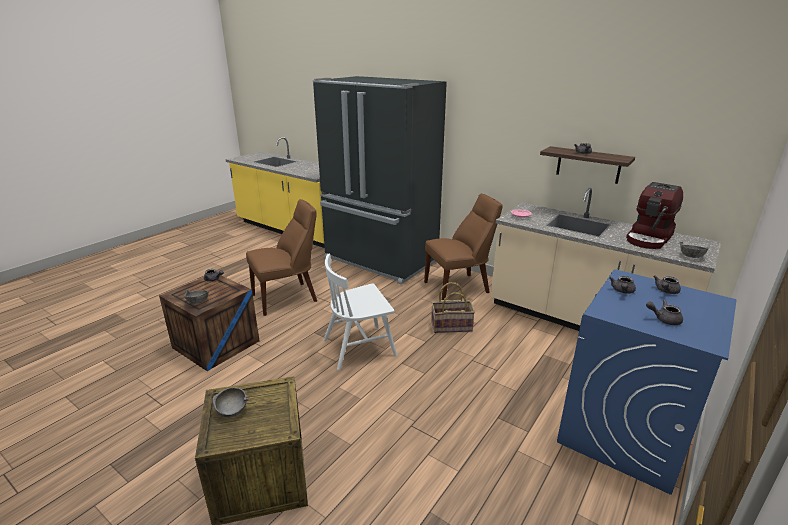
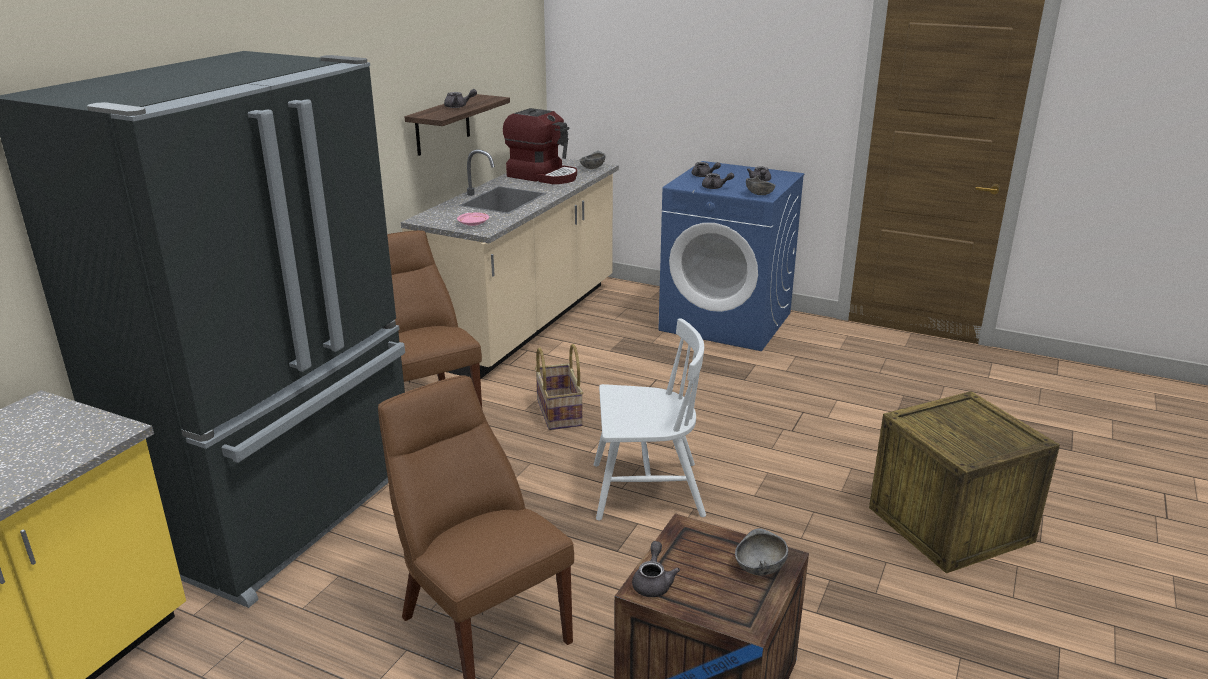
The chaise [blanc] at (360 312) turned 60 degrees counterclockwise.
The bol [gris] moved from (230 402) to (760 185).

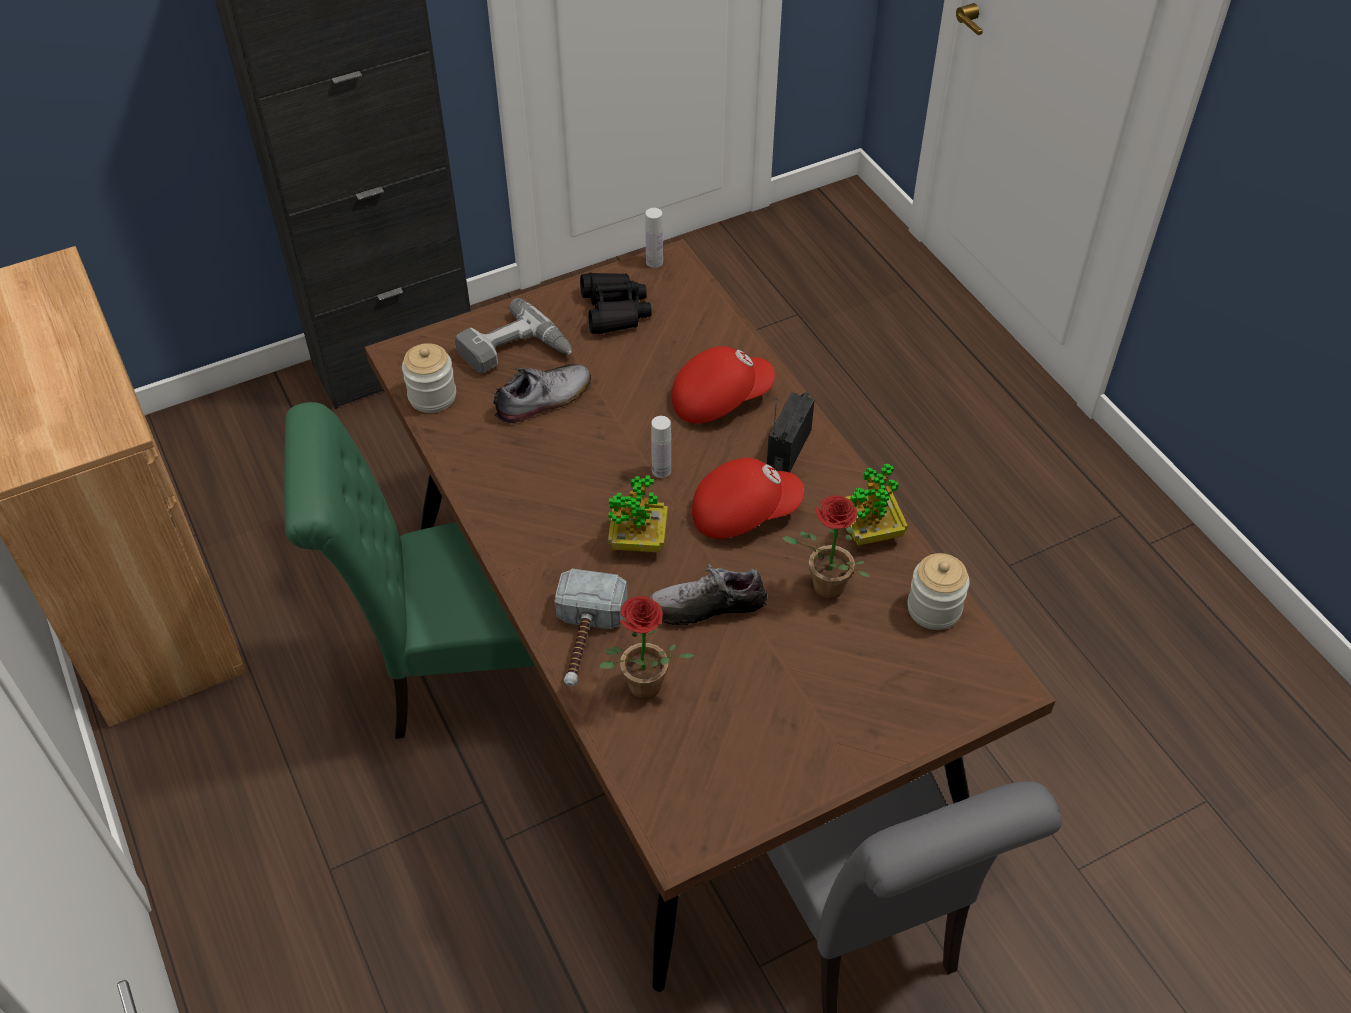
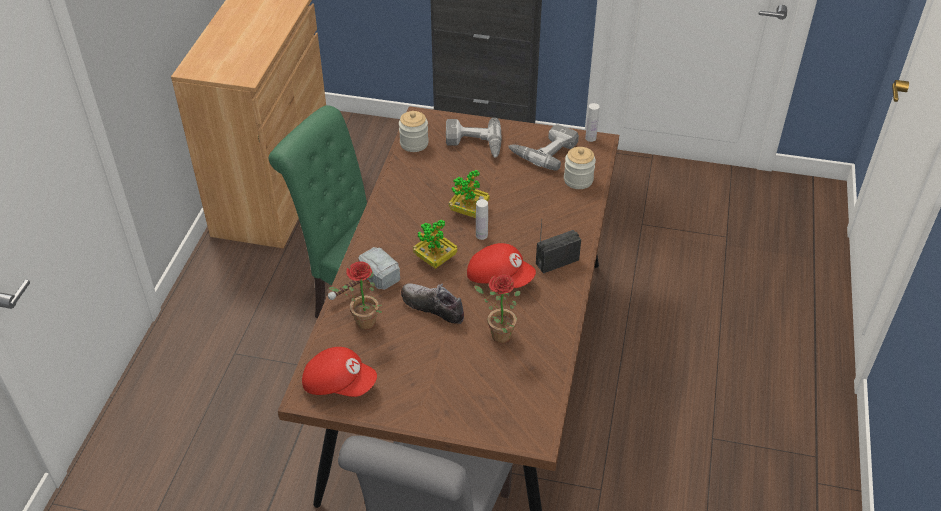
The jumelles [noir] at (616 303) was replaced by the perceuse at (543 147).
The casquette [rouge] moved from (723 385) to (339 372).
The chaussure at (542 394) disappeared.
The plante en pot moved from (876 505) to (469 194).
The bocal moved from (938 591) to (580 168).

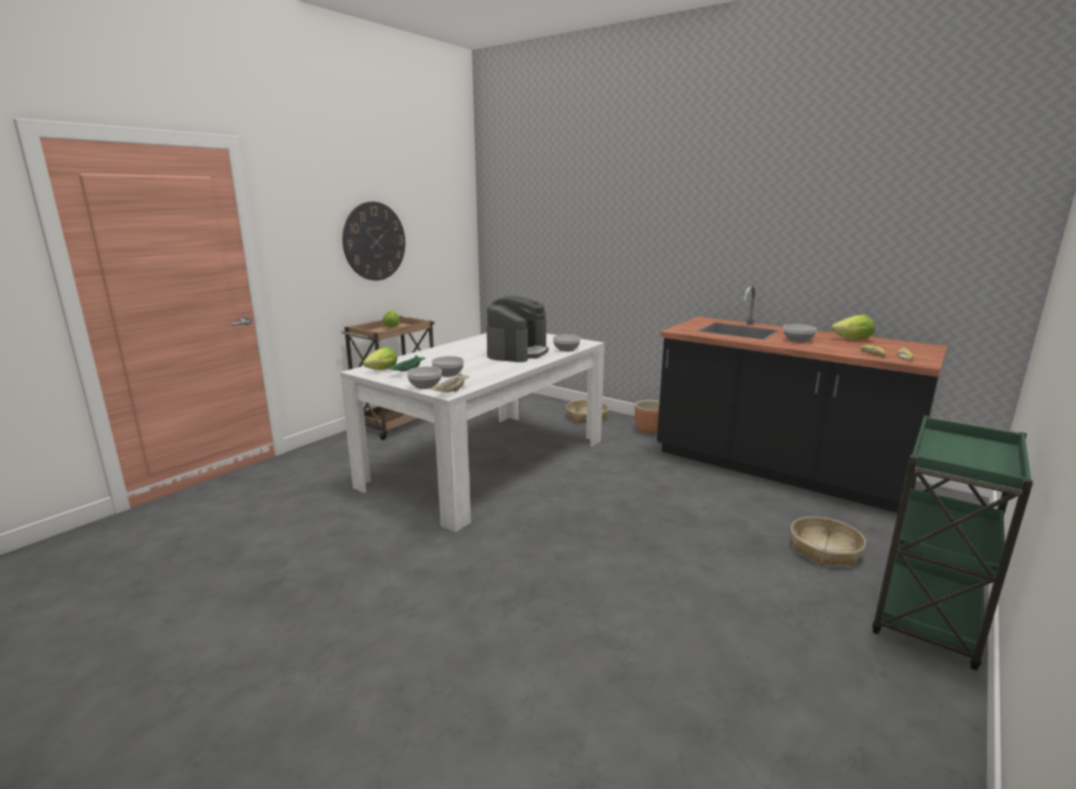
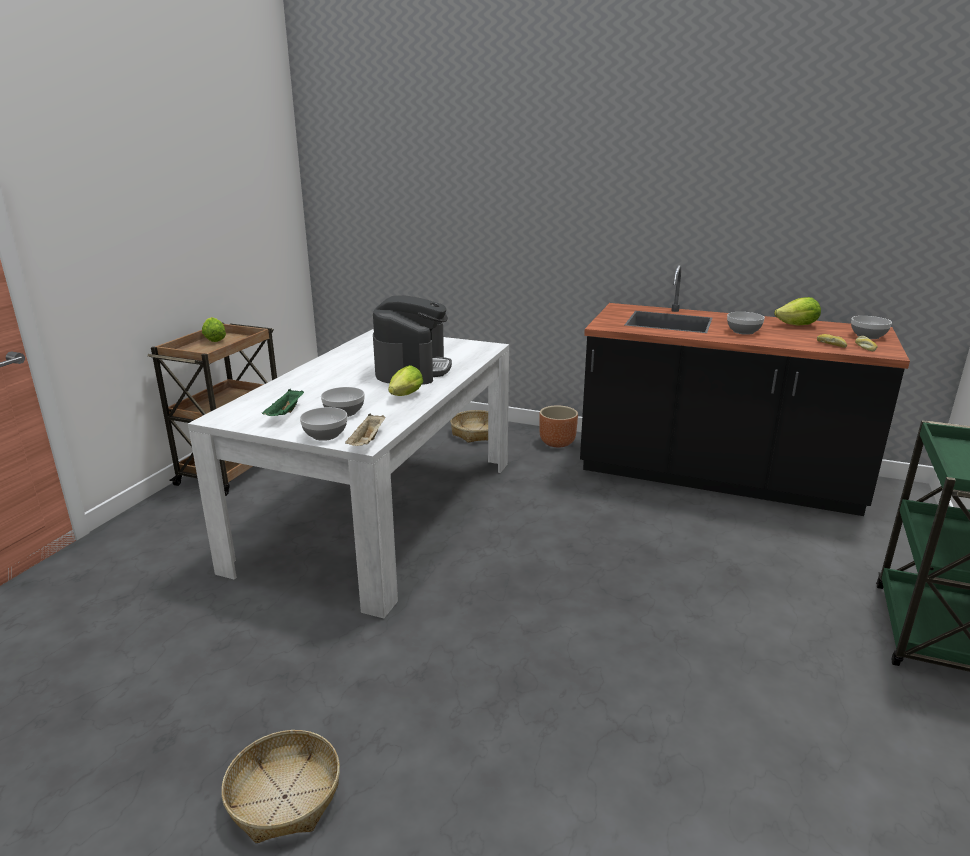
The horloge murale at (373 241) disappeared.
The bol moved from (567 343) to (871 327).
The laitue moved from (380 358) to (405 380).
The panier moved from (828 541) to (280 786).

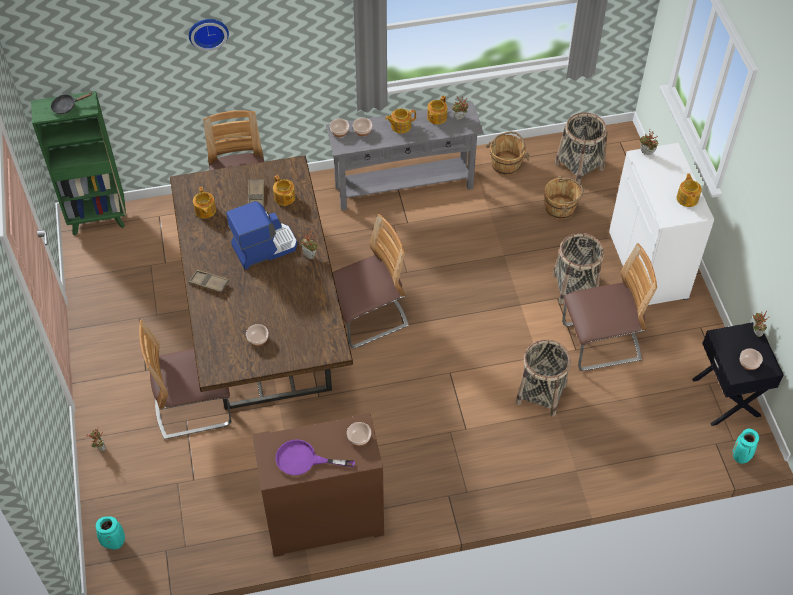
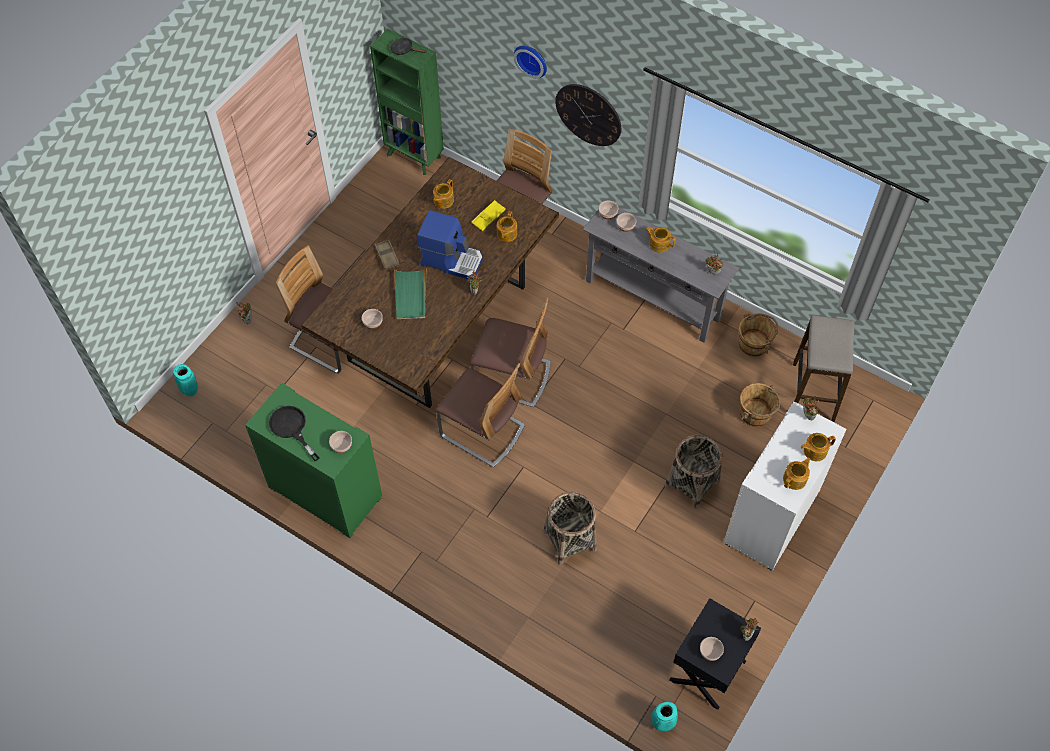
The théière moved from (437 110) to (818 447).
The panier at (581 147) was replaced by the tabouret at (824 368).
The plateau [marron] at (256 193) became the plateau [jaune] at (488 215).
The chaise moved from (609 307) to (480 415).
The meuble de rangement [marron] at (318 485) became the meuble de rangement [vert] at (313 460).
The poêle [violet] at (315 457) became the poêle [noir] at (294 433).
The horloge murale at (588 115) appeared.
The plateau [vert] at (410 293) appeared.

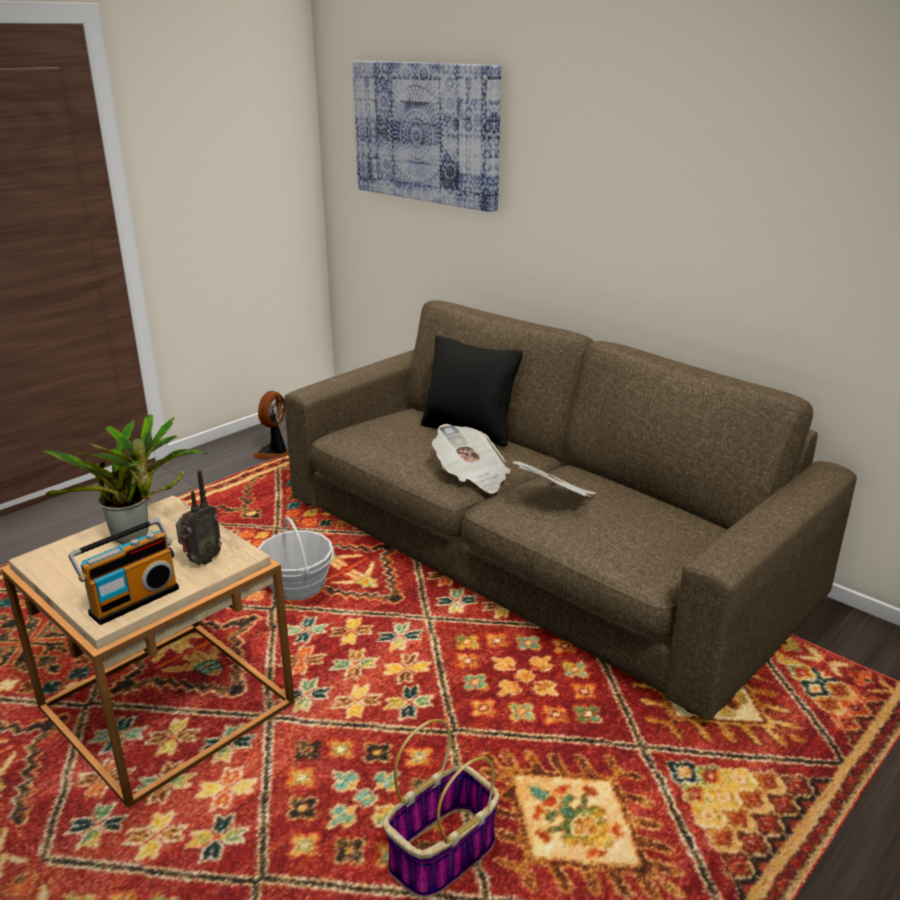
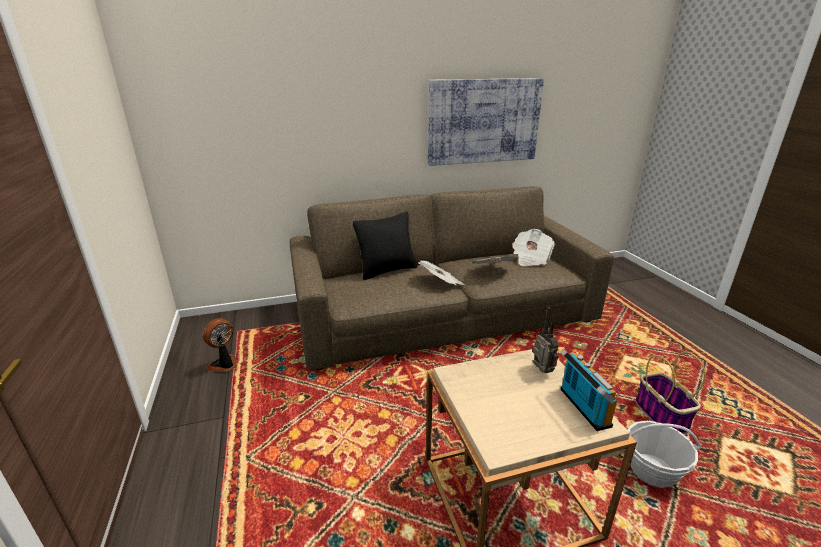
The tableau moved from (426 136) to (486 122).
The ventilateur at (271 425) turned 75 degrees clockwise.
The plante en pot at (124 479) disappeared.
The panier moved from (296 558) to (665 454).
The journal at (533 247) appeared.

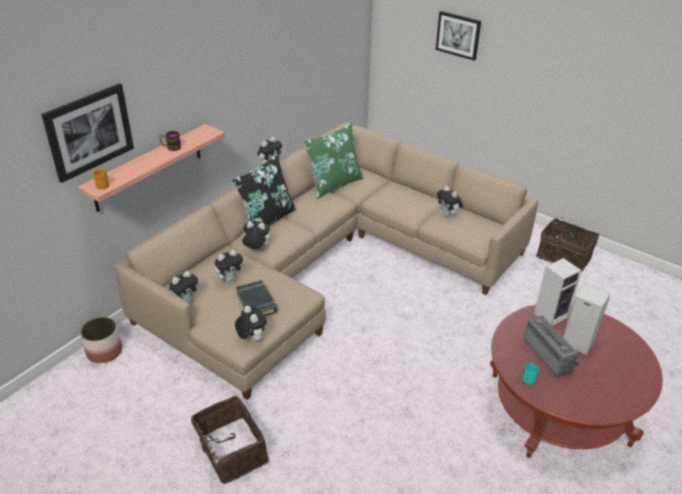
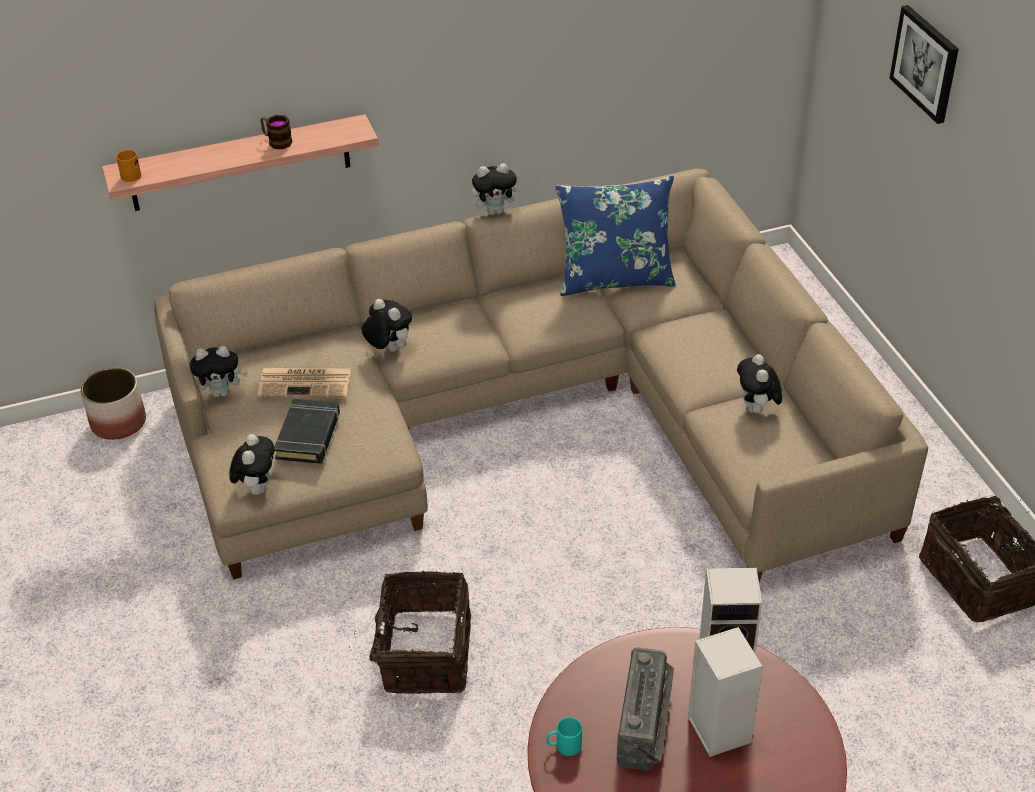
The tableau at (87 133) disappeared.
The coussin [vert] at (333 161) became the coussin [bleu] at (615 236).
The coussin [noir] at (264 189) disappeared.
The peluche at (230 266) was replaced by the journal at (304 382).
The panier moved from (230 439) to (410 632).

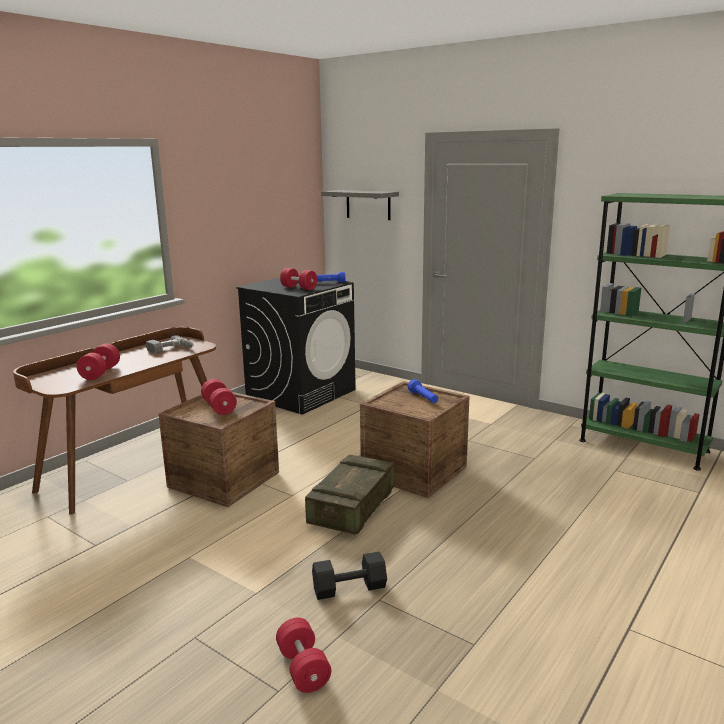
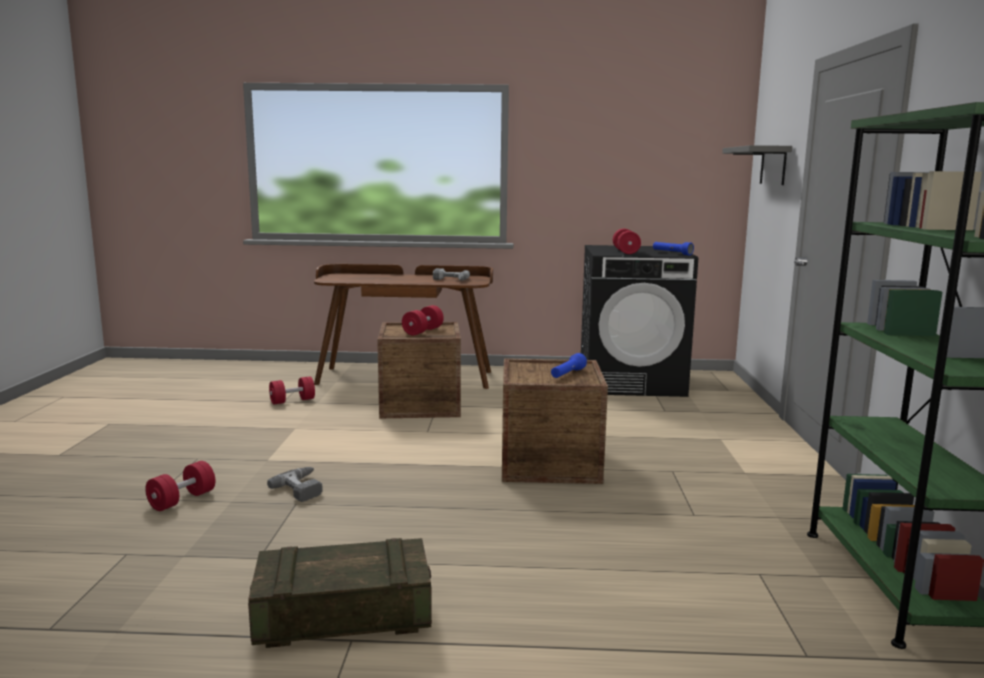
The haltère [rouge] moved from (98 361) to (292 390).
The caisse moved from (349 494) to (340 593).
The haltère [noir] at (349 575) was replaced by the perceuse at (295 484).

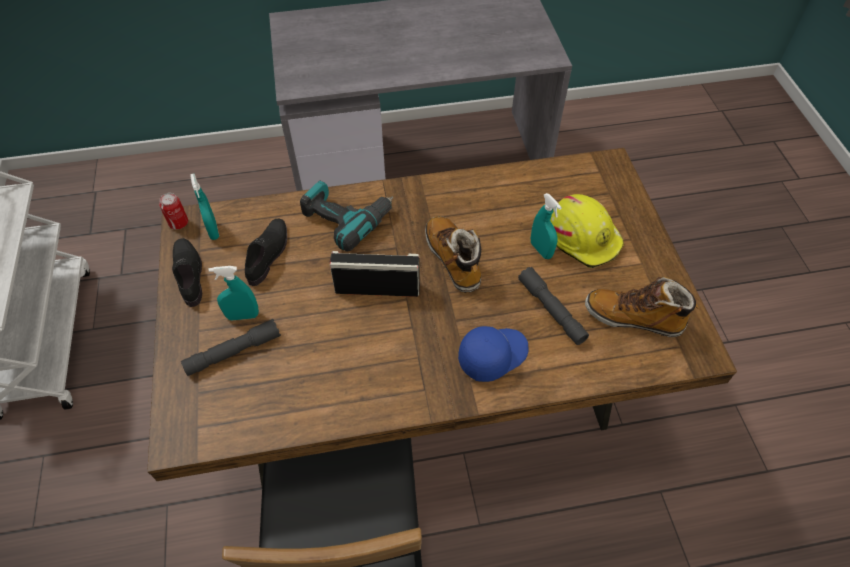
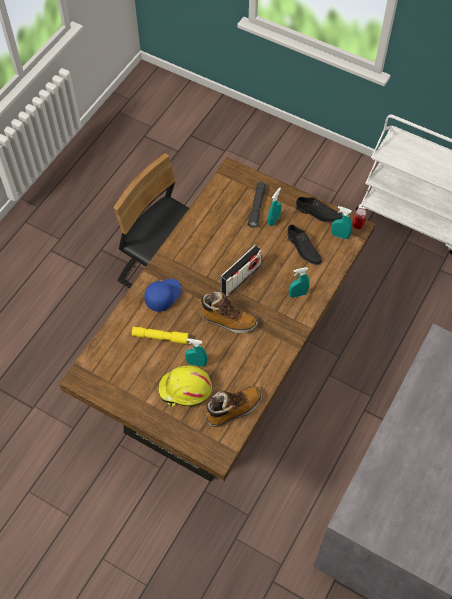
The perceuse at (346 216) was replaced by the vaporisateur [turquoise] at (299 282).
The lampe de poche [gris] at (553 306) became the lampe de poche [jaune] at (160 335).
The botte moved from (642 306) to (234 406).
The casquette [bleu] at (493 354) turned 150 degrees counterclockwise.

